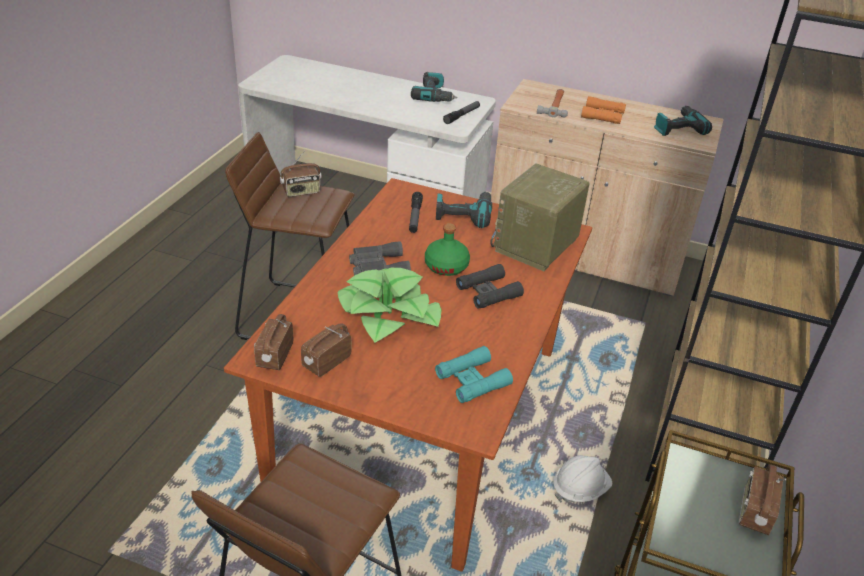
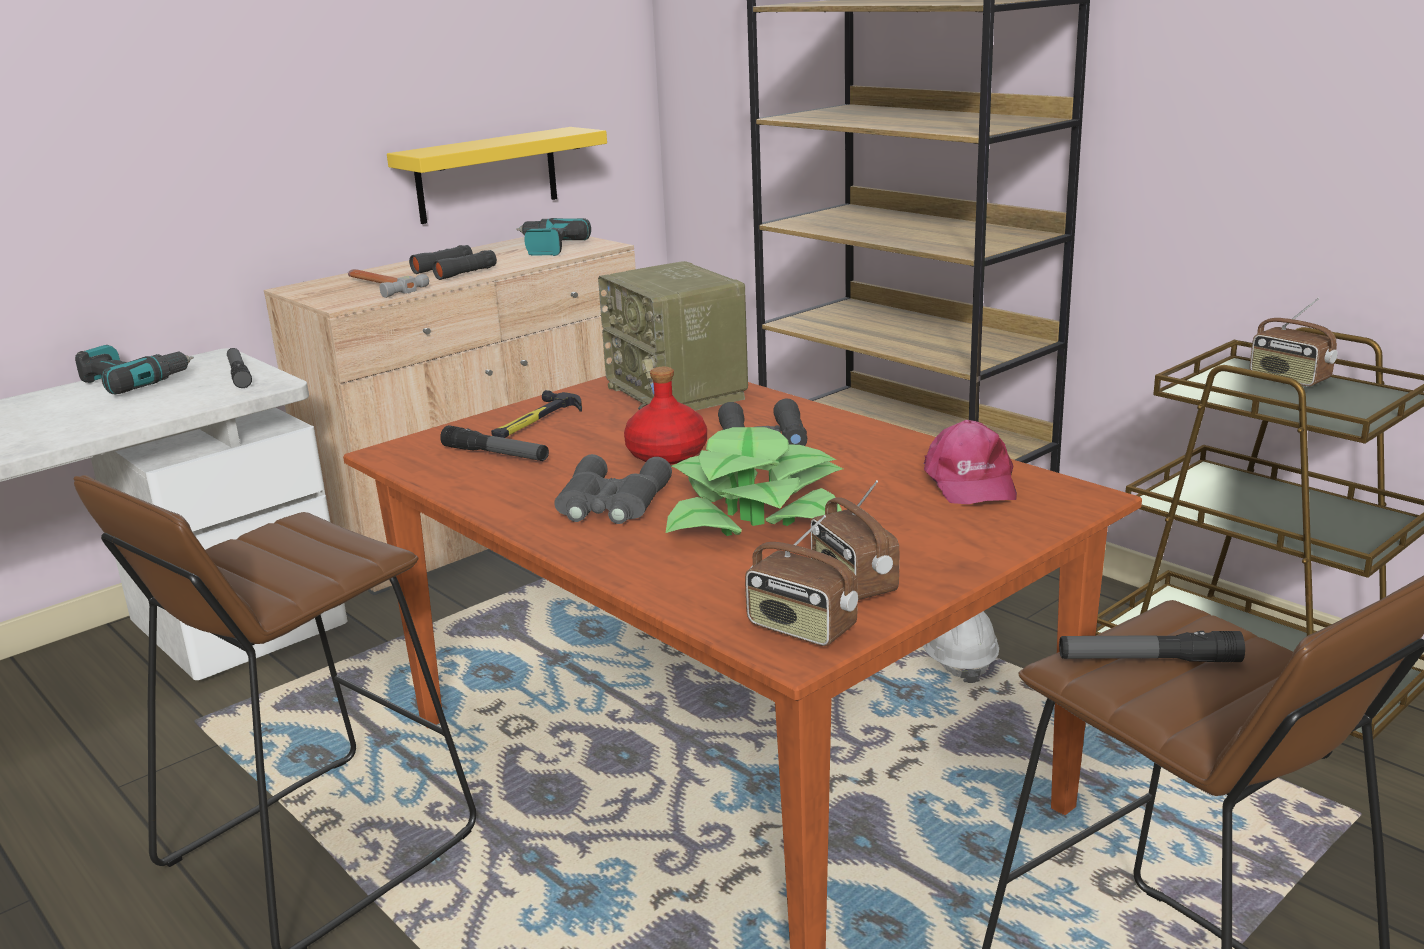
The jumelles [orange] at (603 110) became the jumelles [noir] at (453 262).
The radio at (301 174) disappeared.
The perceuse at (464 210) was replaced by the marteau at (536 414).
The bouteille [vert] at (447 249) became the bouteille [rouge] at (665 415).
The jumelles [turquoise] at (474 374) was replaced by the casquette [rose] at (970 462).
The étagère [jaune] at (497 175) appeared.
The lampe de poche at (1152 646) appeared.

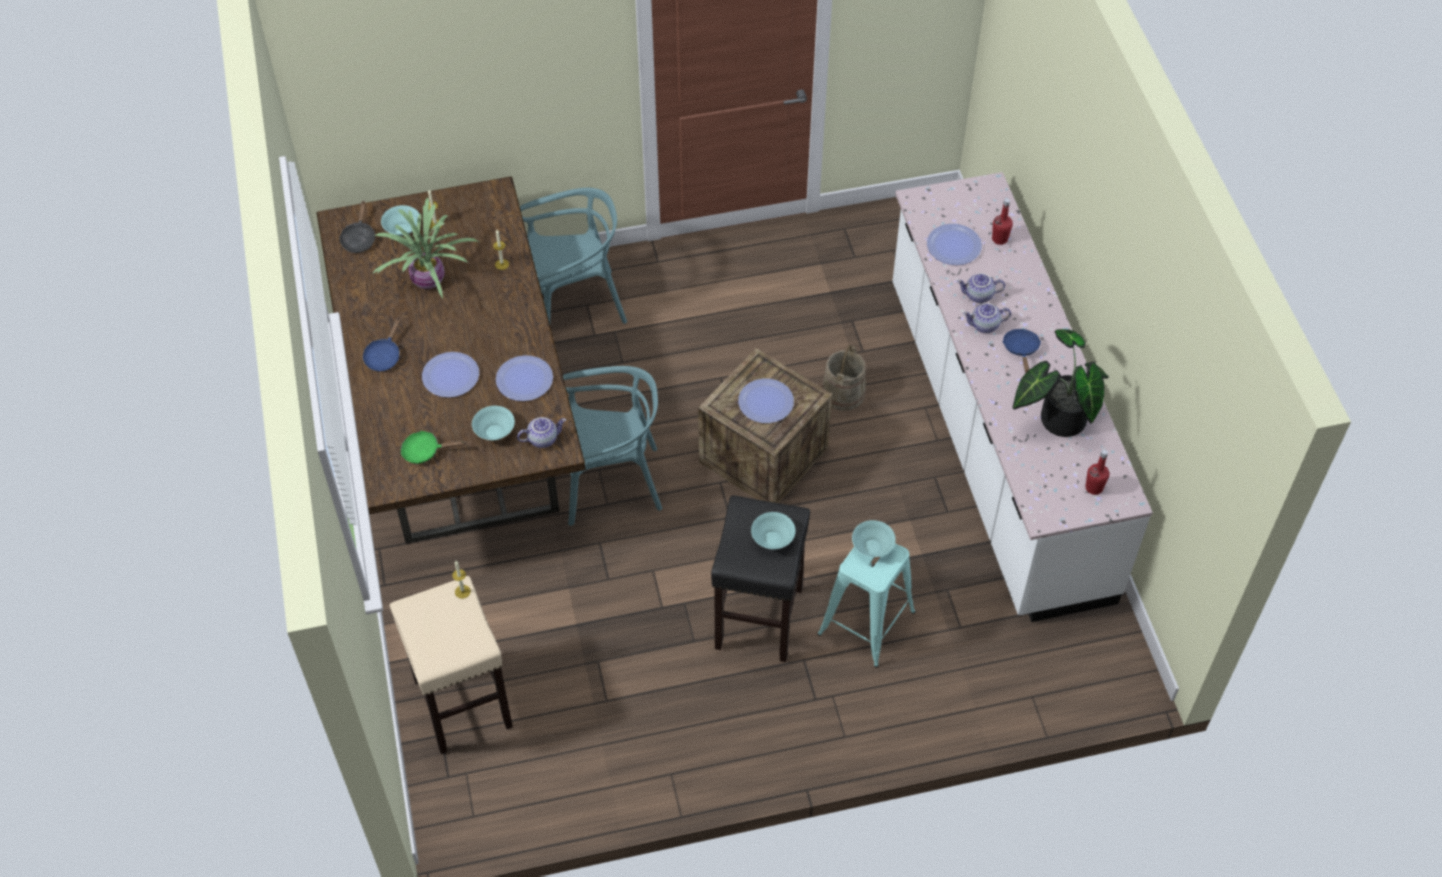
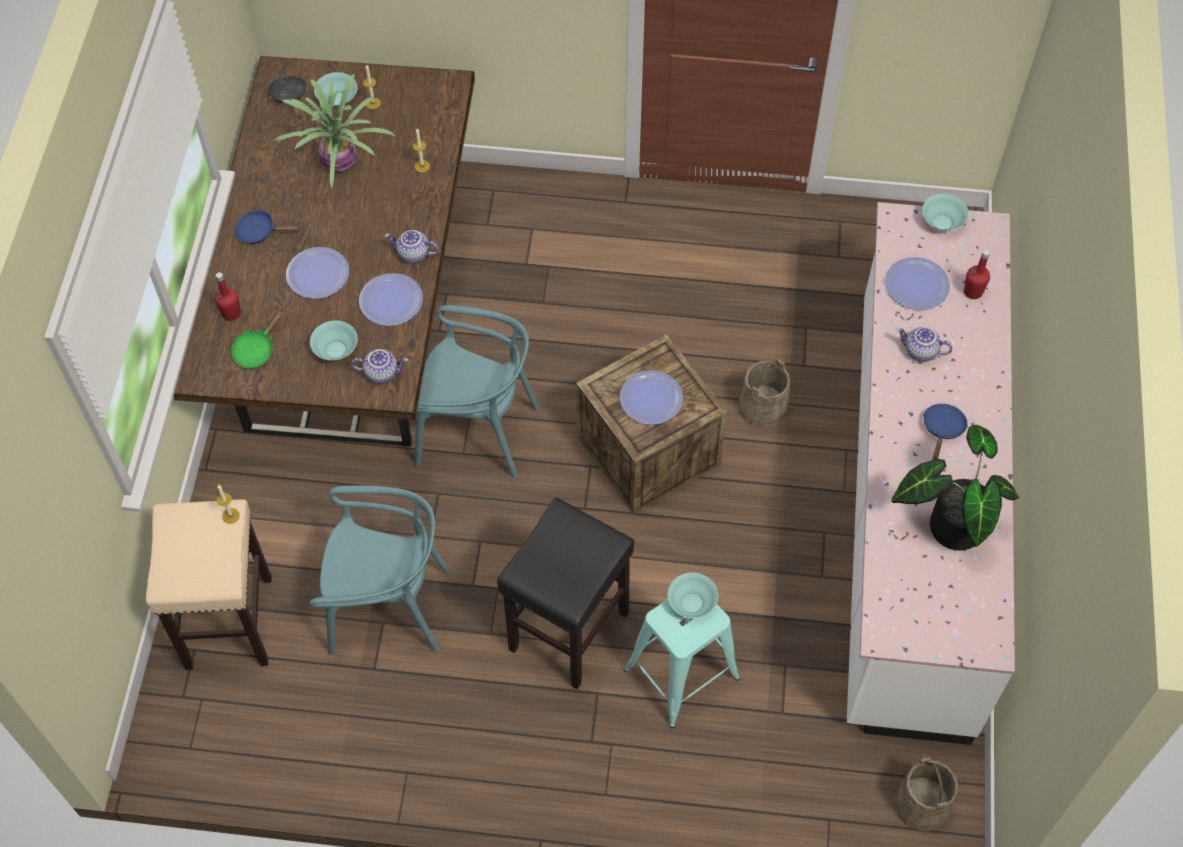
The chaise [turquoise] moved from (573 256) to (380 570).
The poêle [noir] at (357 226) turned 135 degrees clockwise.
The théière moved from (987 318) to (412 246).
The poêle [bleu] at (382 344) turned 60 degrees clockwise.
The poêle [vert] at (433 447) turned 75 degrees counterclockwise.
The bouteille [rouge] moved from (1097 472) to (228 296).
The bol [turquoise] moved from (773 530) to (945 212).
The seau [beige] at (926 792) appeared.

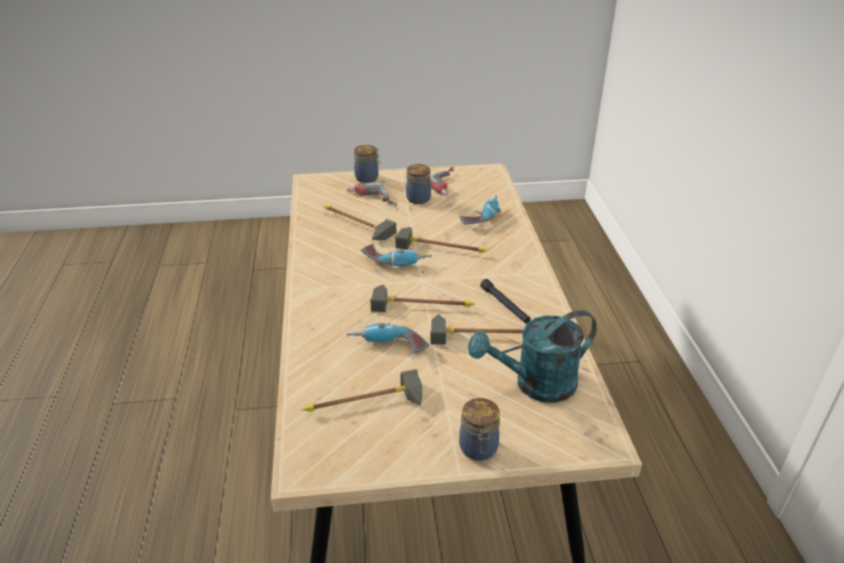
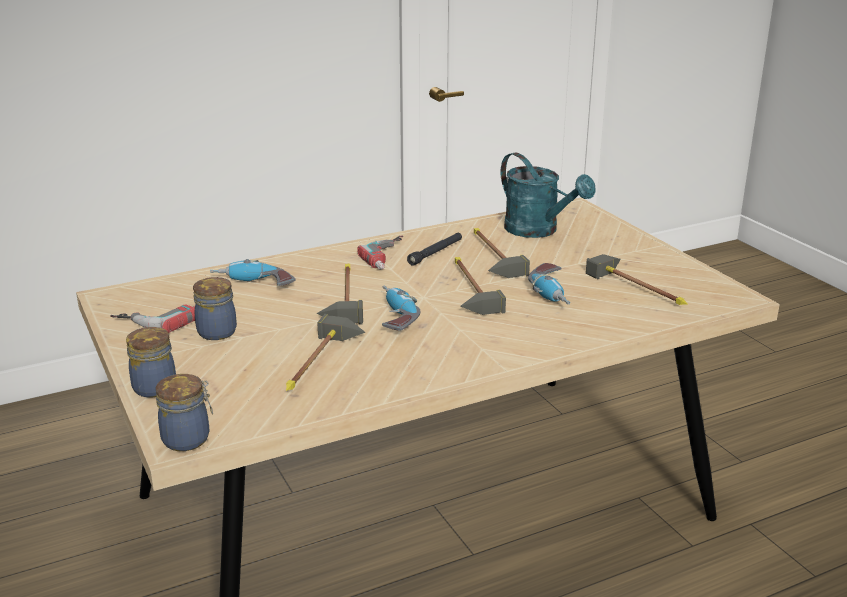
The perceuse moved from (371 194) to (380 253).
The bocal moved from (479 429) to (184 412).

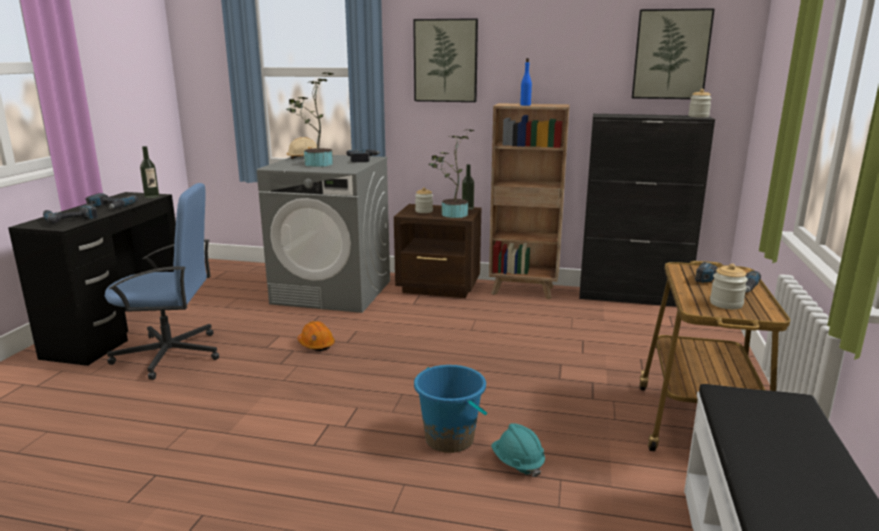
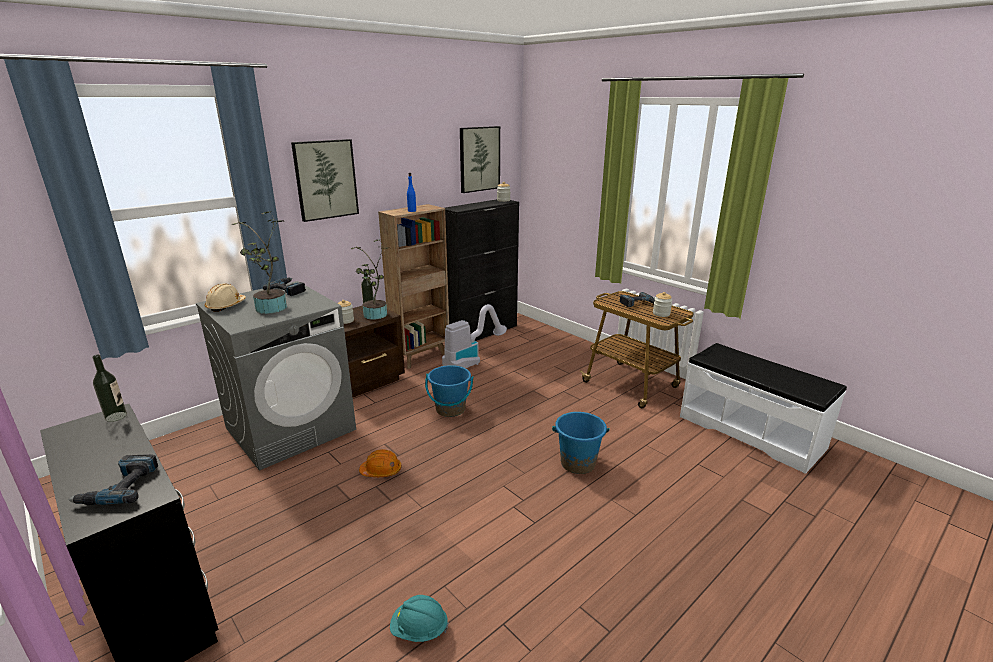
The chaise de bureau [bleu] at (162 281) disappeared.
The perceuse at (111 201) disappeared.
The casque de chantier [turquoise] moved from (518 450) to (419 618).
The aspirateur at (474 336) appeared.
The seau [bleu] at (449 391) appeared.

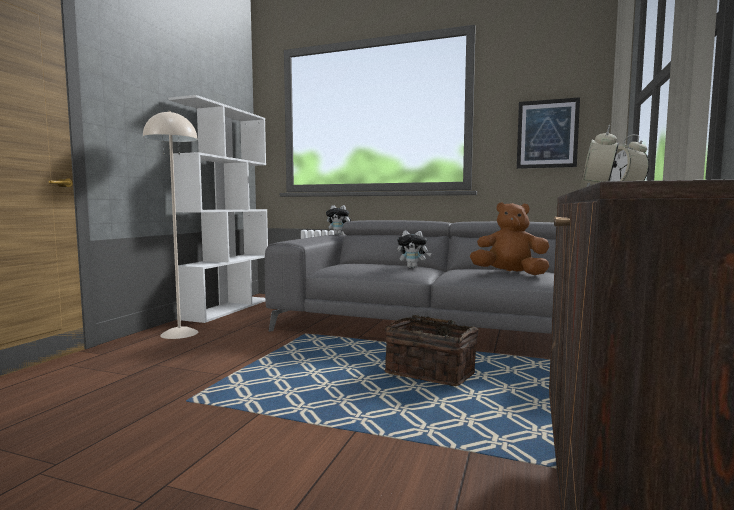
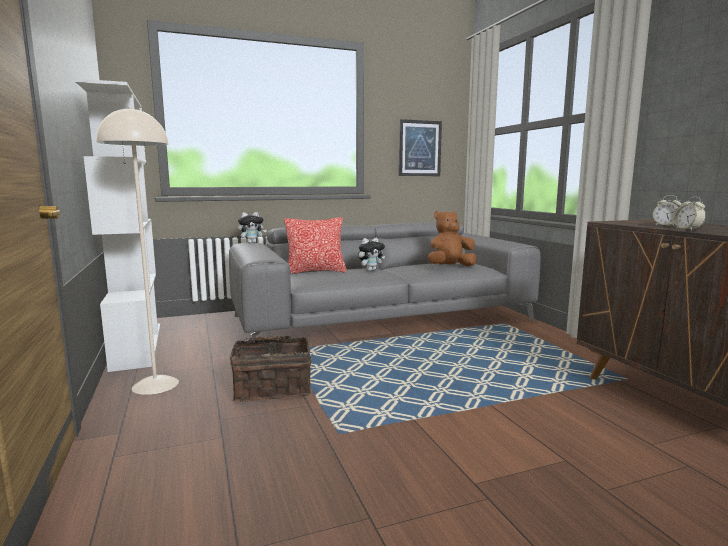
The panier moved from (432 350) to (270 369).
The coussin at (315 245) appeared.

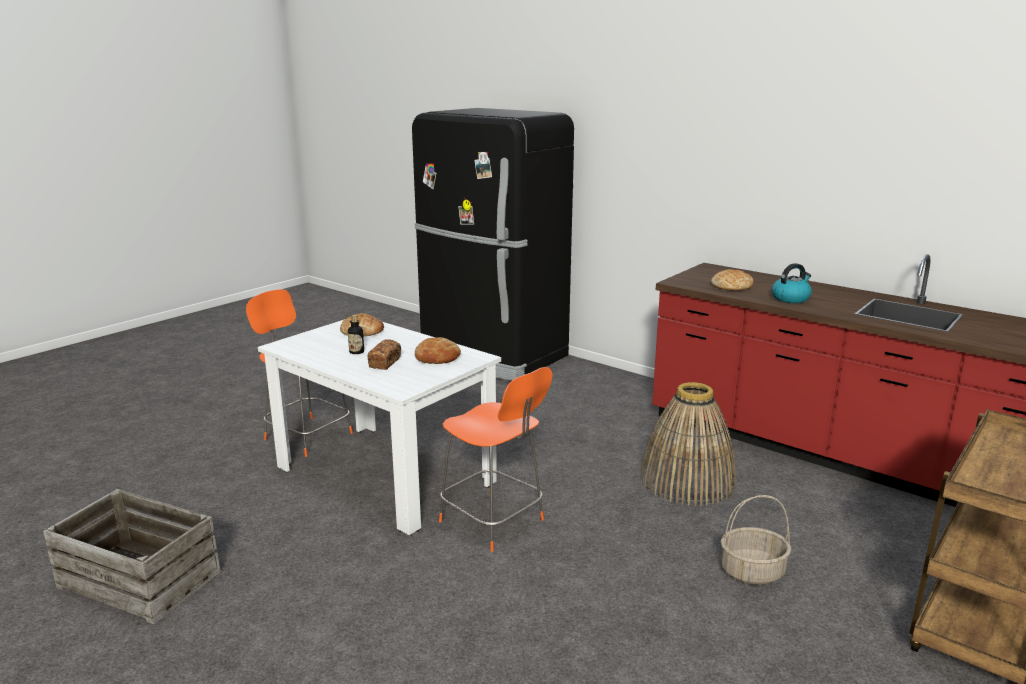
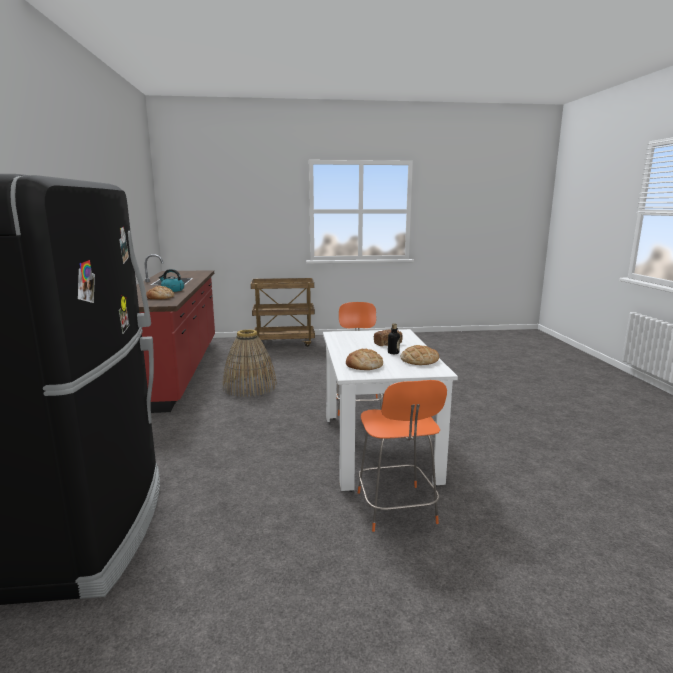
The pain moved from (438 350) to (420 355).
The caisse at (132 556) disappeared.
The panier at (755 540) disappeared.

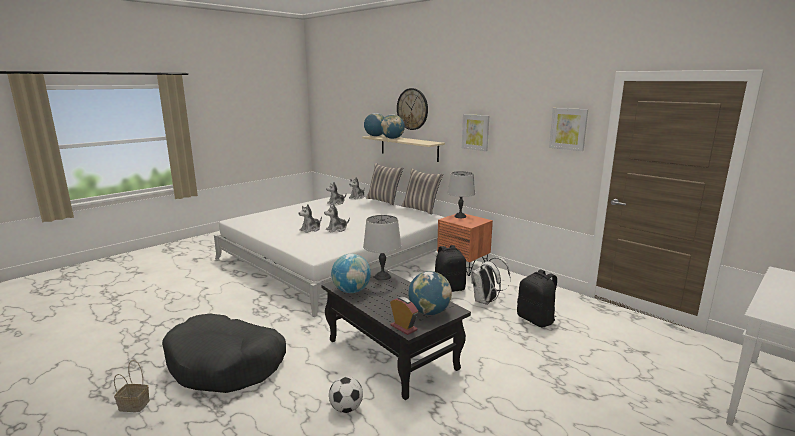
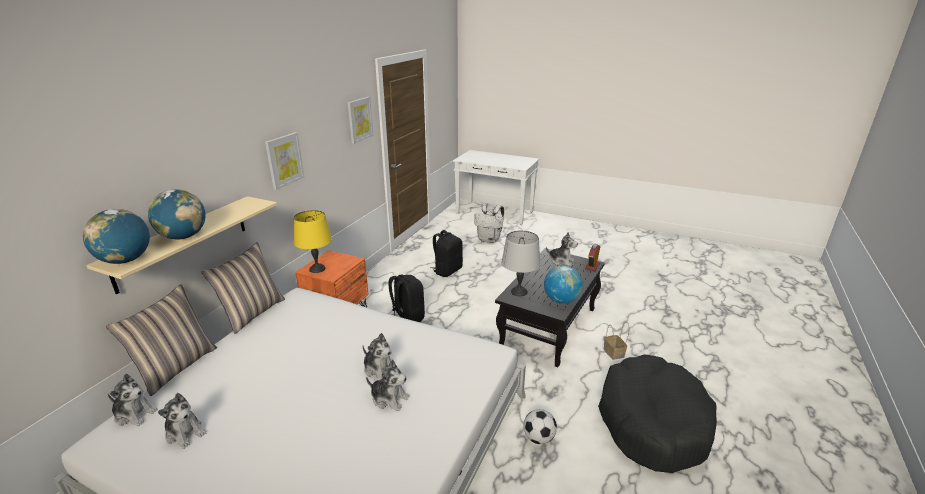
The horloge murale at (412 109) disappeared.
The lampe de table [gris] at (461 194) became the lampe de table [jaune] at (312 241).
The sac à dos [blanc] moved from (491 281) to (489 223).
The globe at (430 293) was replaced by the peluche at (562 249).
The panier moved from (132 386) to (616 341).
The ballon de foot moved from (346 394) to (540 426).

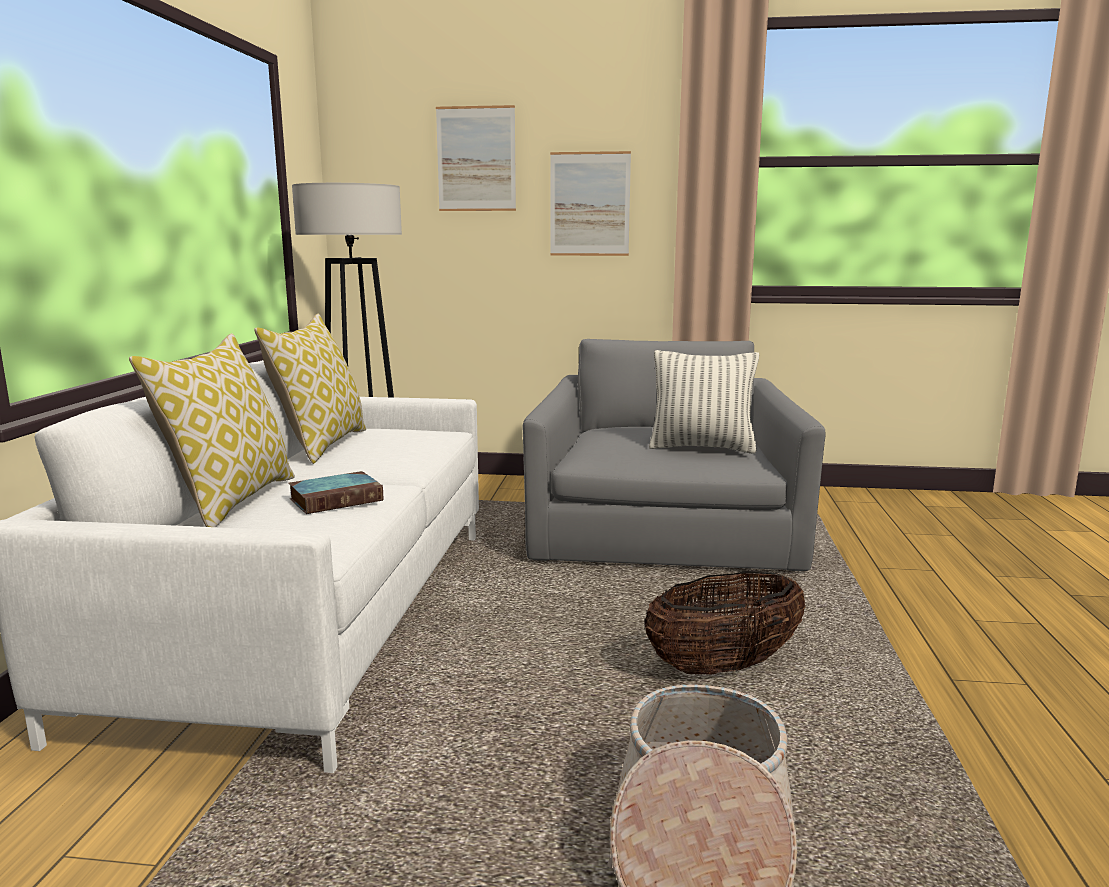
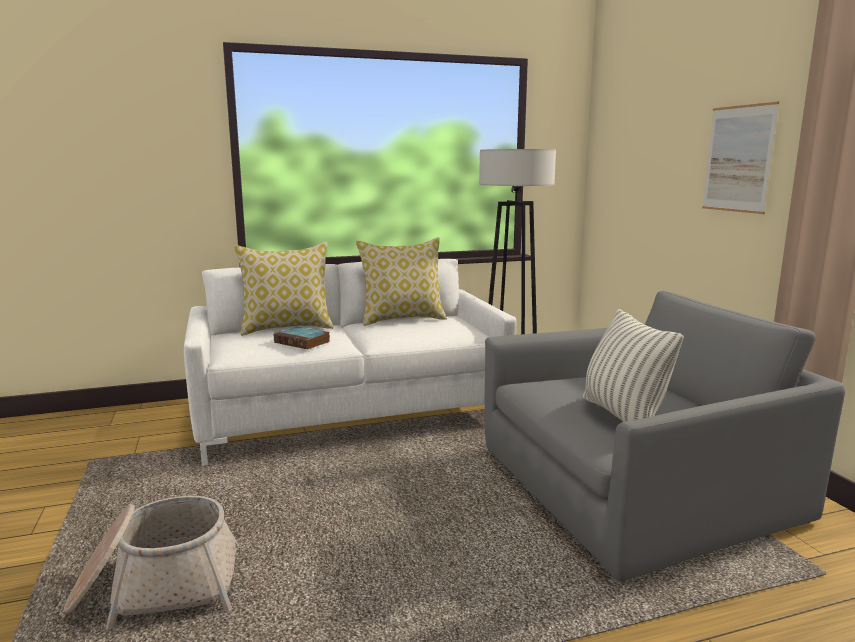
The tableau at (476 158) disappeared.
The panier at (725 623) disappeared.

